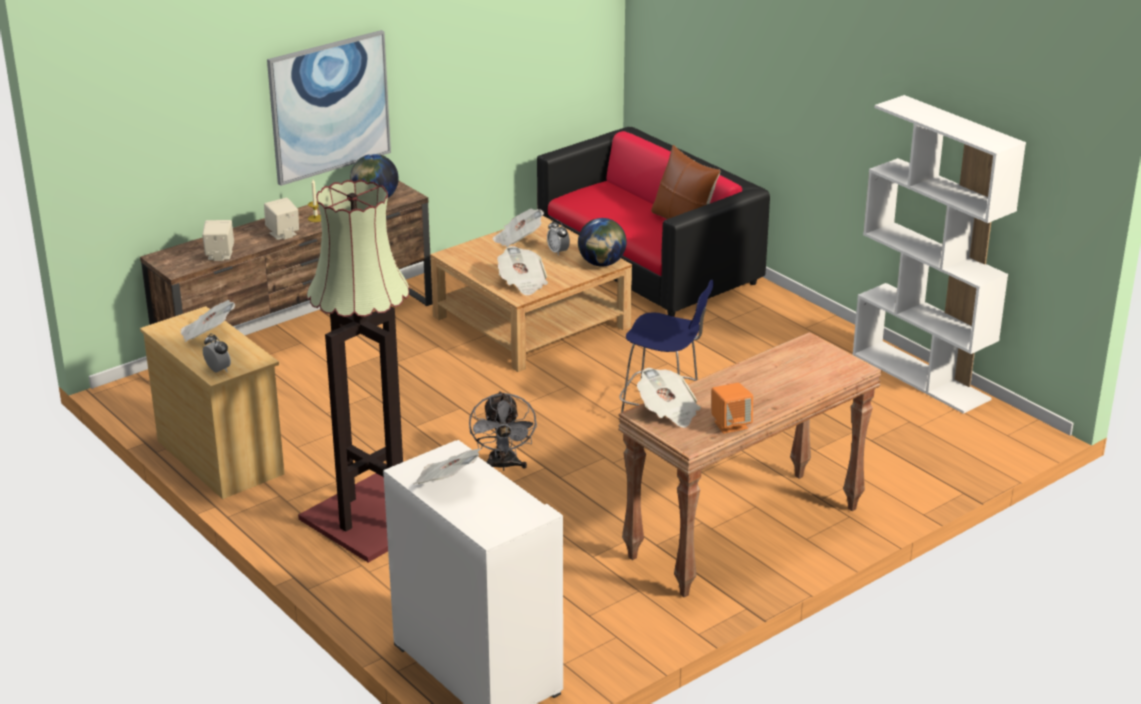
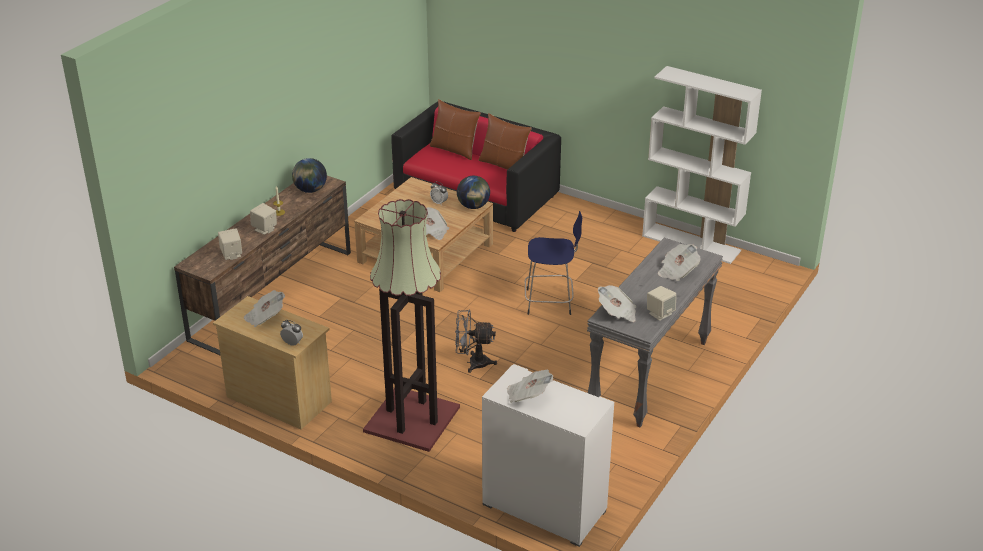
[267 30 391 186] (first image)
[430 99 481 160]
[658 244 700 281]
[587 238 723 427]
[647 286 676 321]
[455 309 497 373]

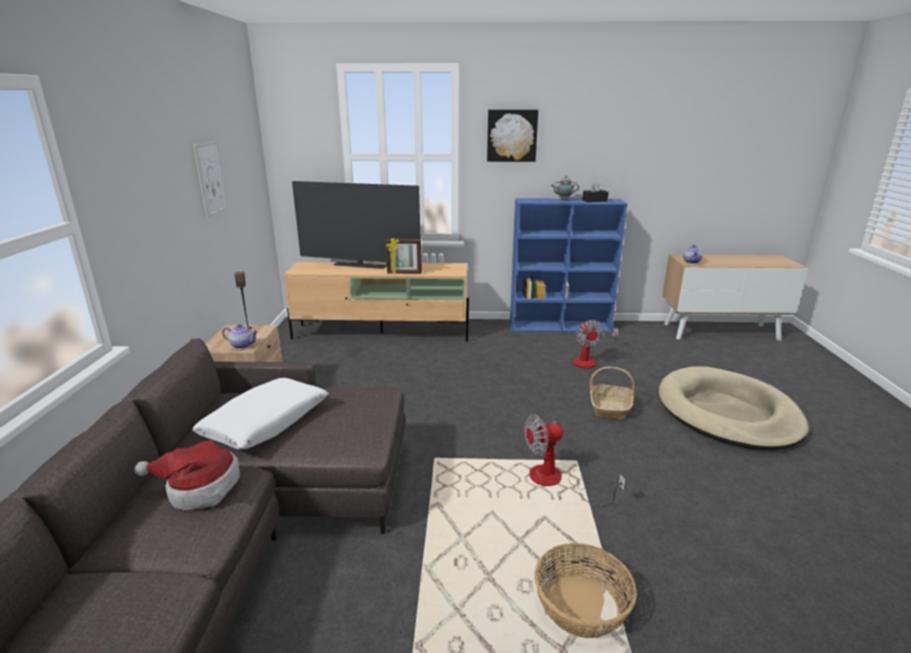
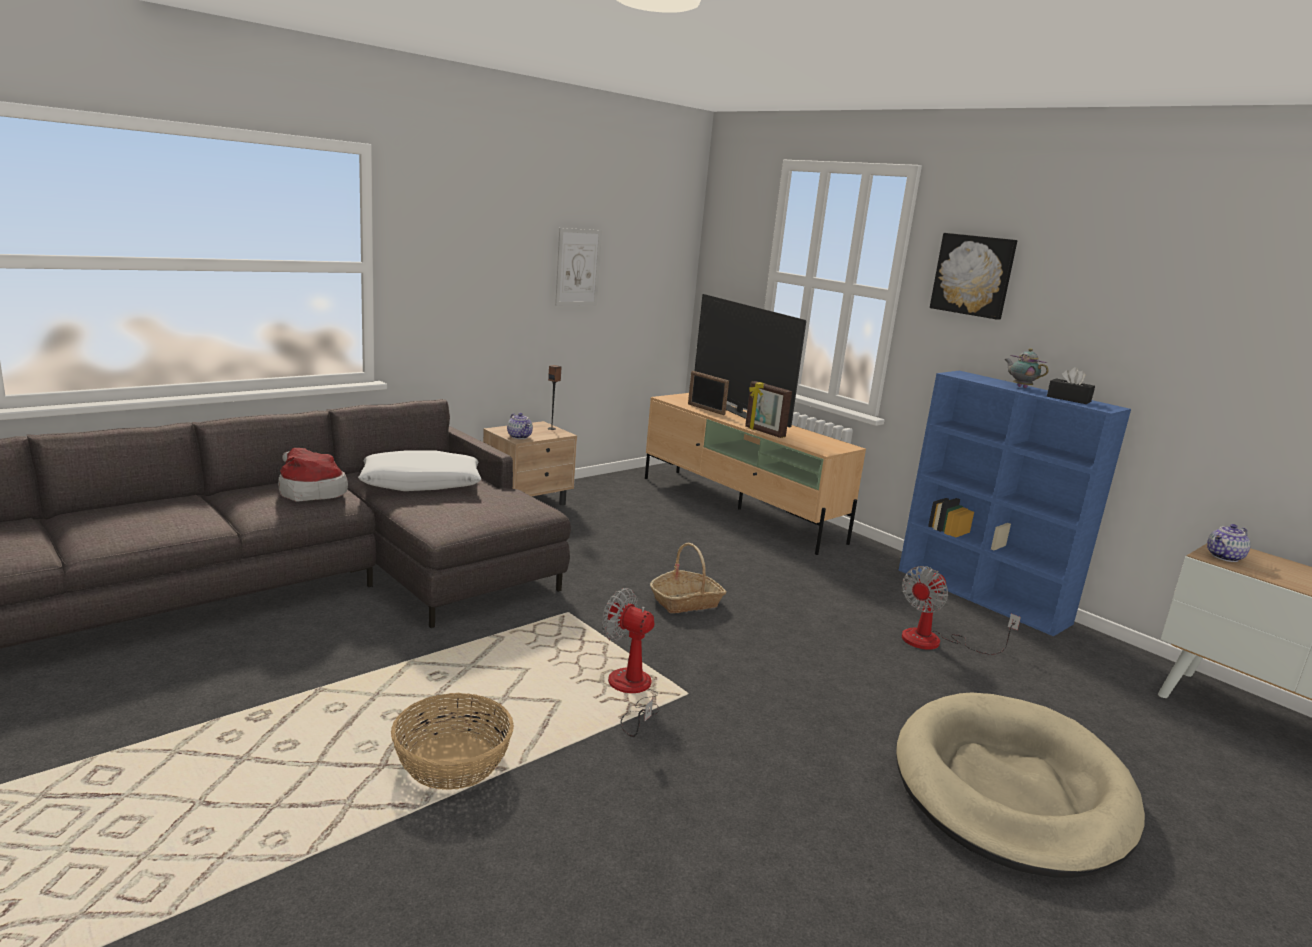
[688 371 729 415]
[650 542 726 613]

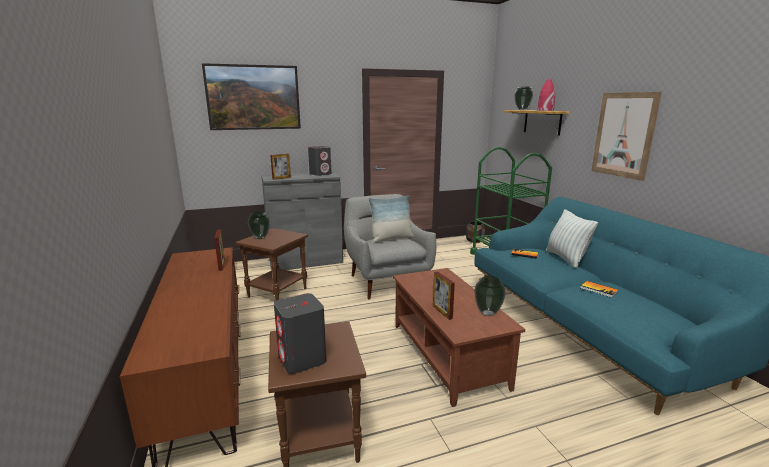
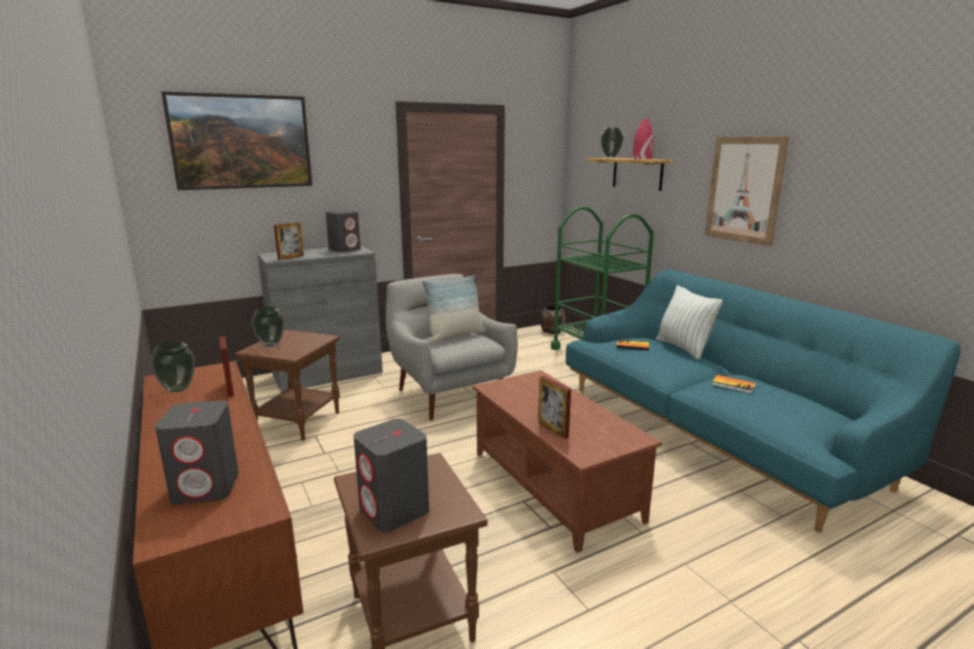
[155 401 239 505]
[150 341 195 393]

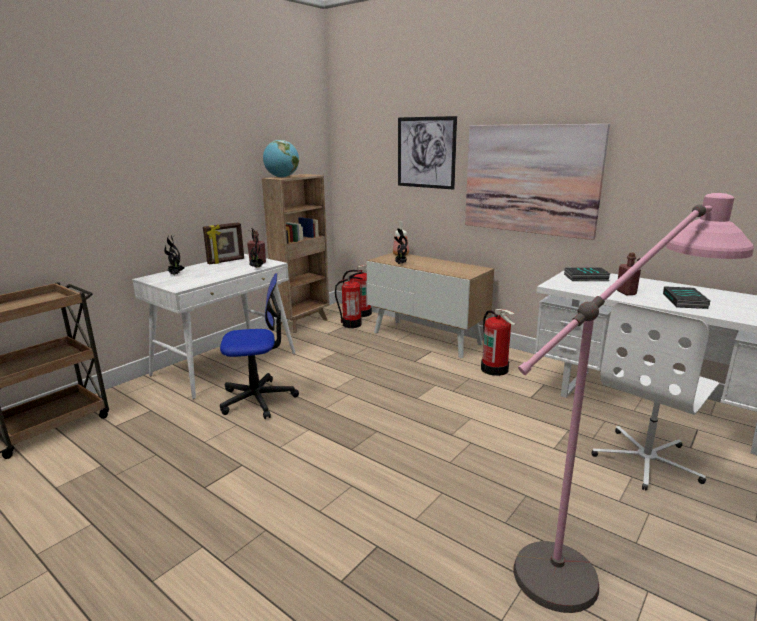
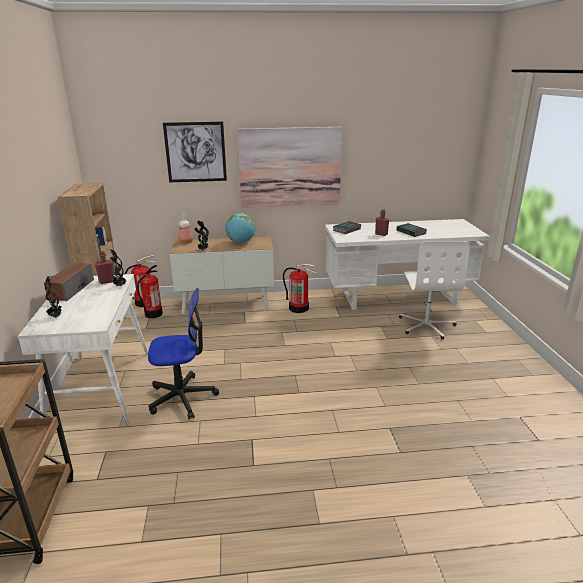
[514 193 754 613] (first image)
[225 213 255 243]
[44 263 94 301]
[148 288 219 419]

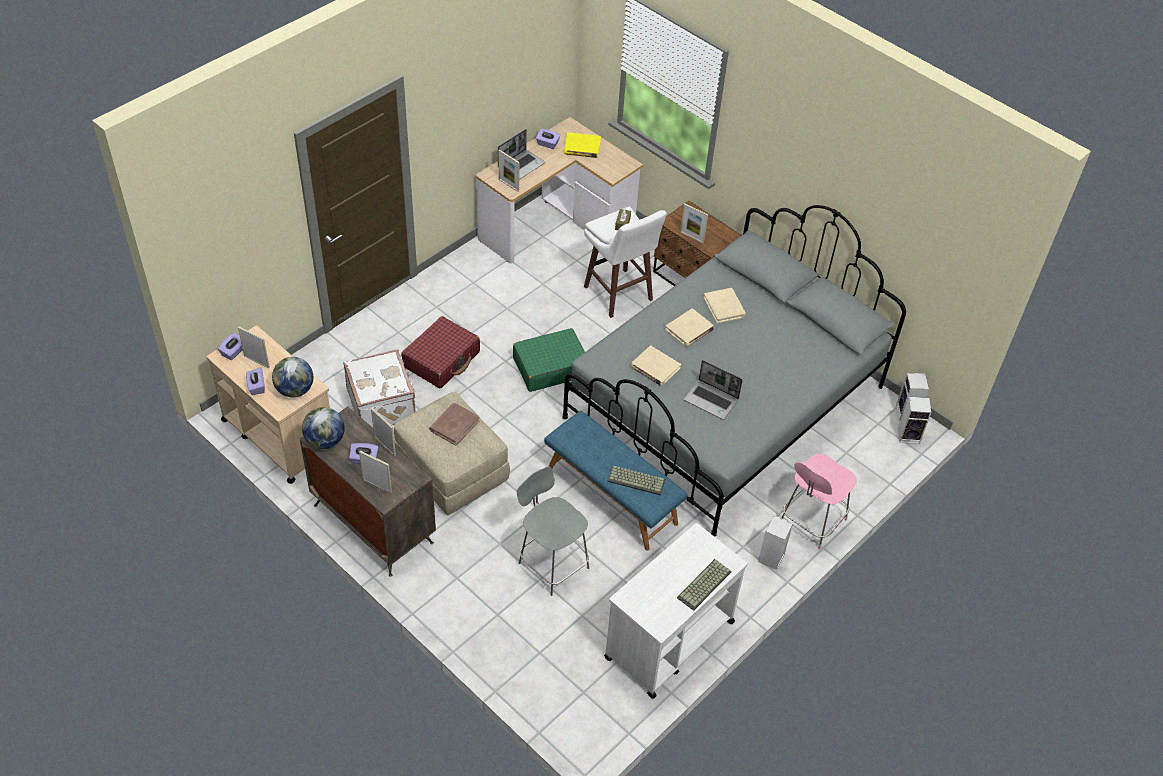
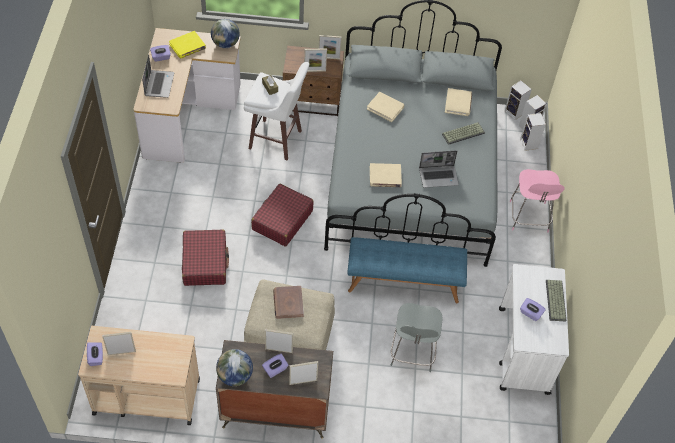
[343 349 416 427] (first image)
[520 298 546 321]
[211 19 240 48]
[319 35 341 59]
[442 122 485 145]
[445 88 472 116]
[520 113 546 151]
[251 184 314 246]
[391 303 443 372]

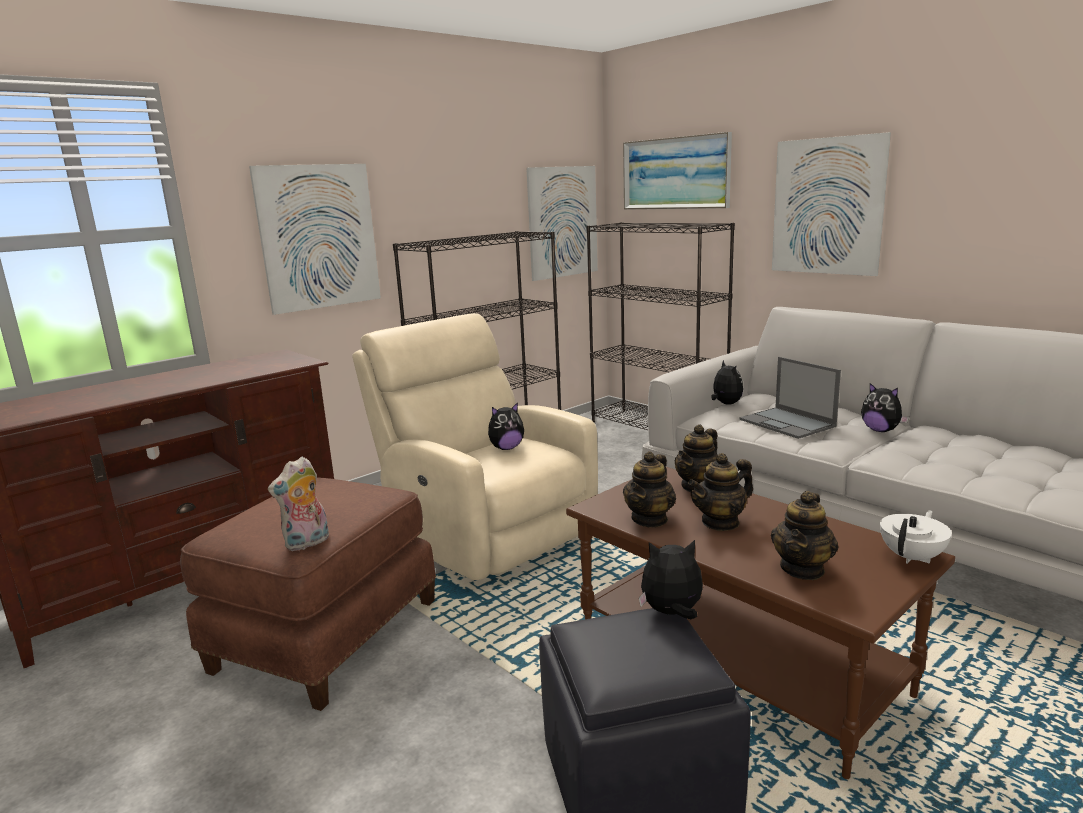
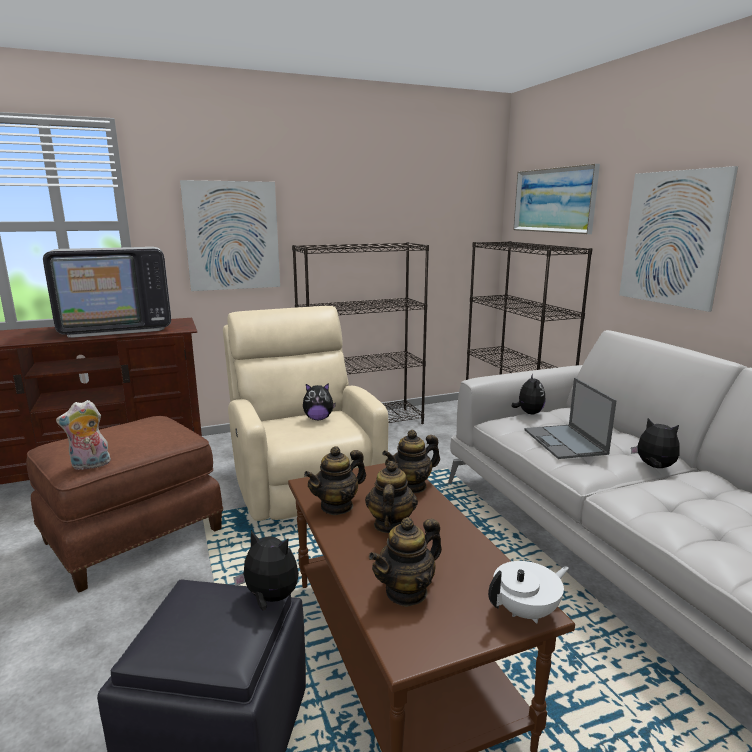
[526 166 598 281] (first image)
[43 247 171 338]
[365 461 418 533]
[631 418 680 468]

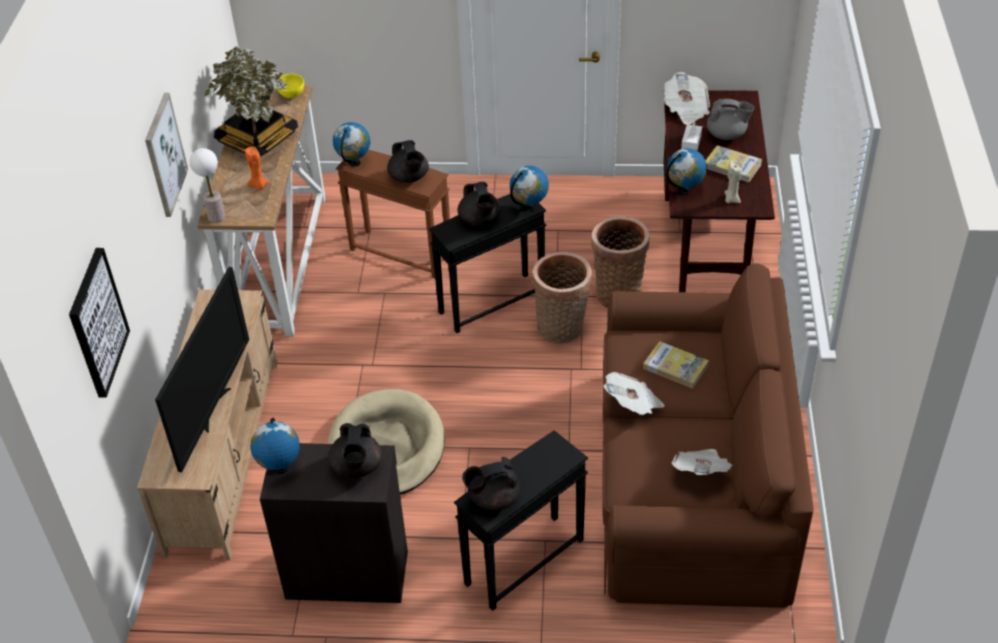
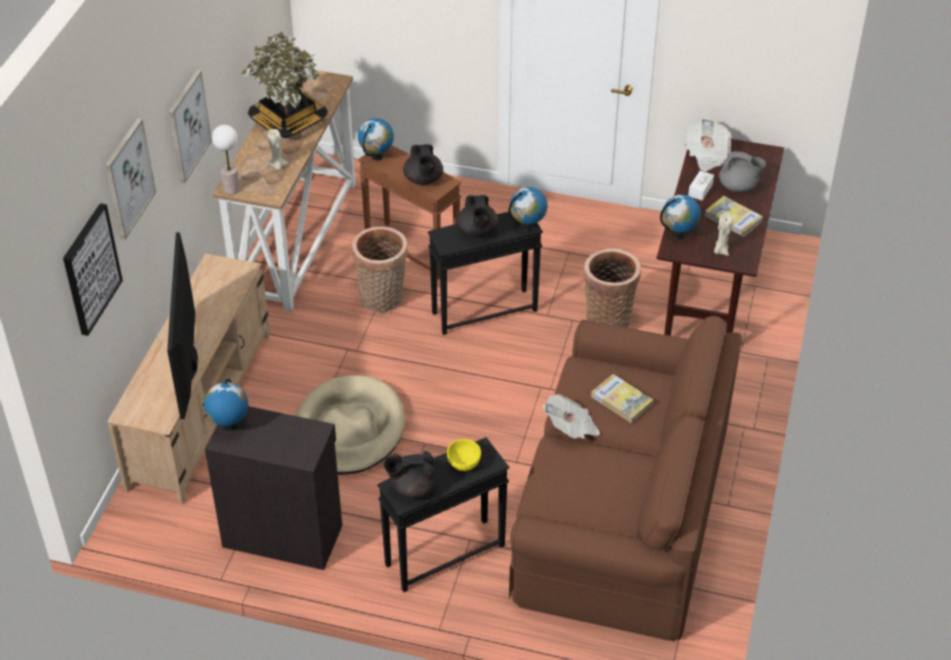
[328 423 382 478] (first image)
[672 449 733 475] (first image)
[105 118 156 240]
[447 439 481 471]
[352 226 408 313]
[267 129 288 170]
[167 232 198 419]

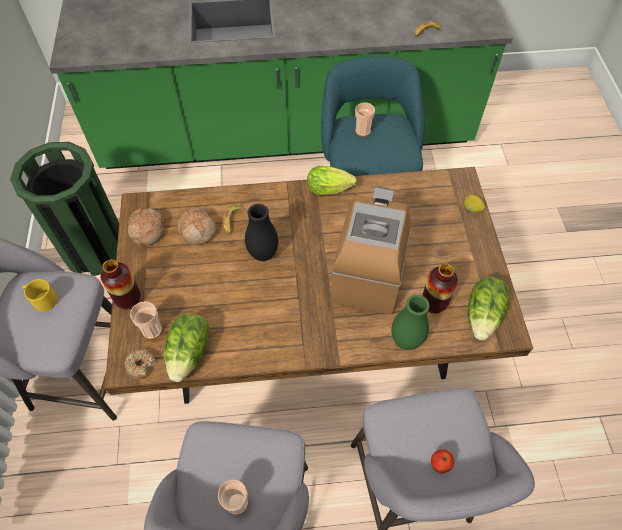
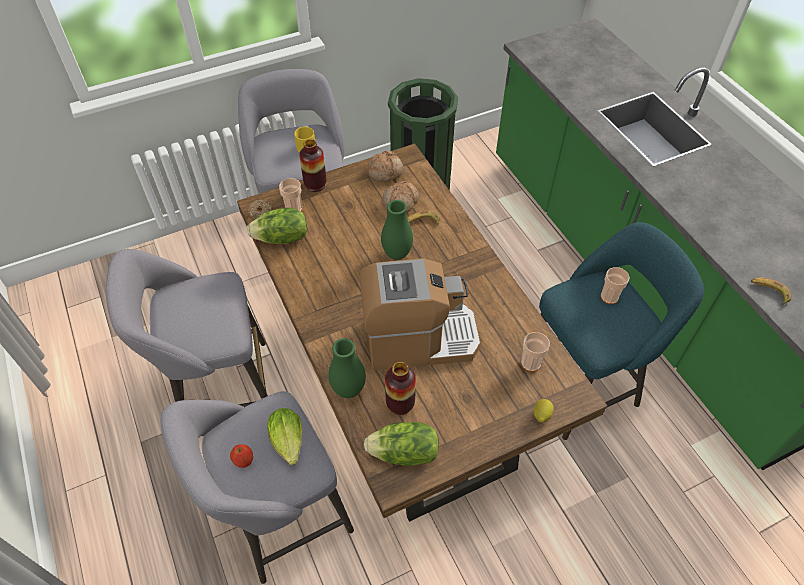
[521 332 550 372]
[267 408 302 465]
[381 200 413 260]

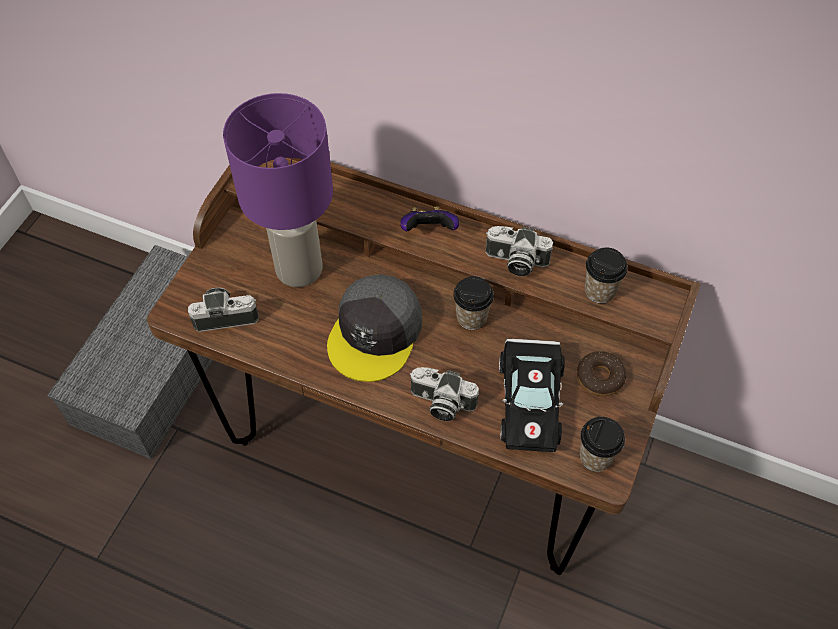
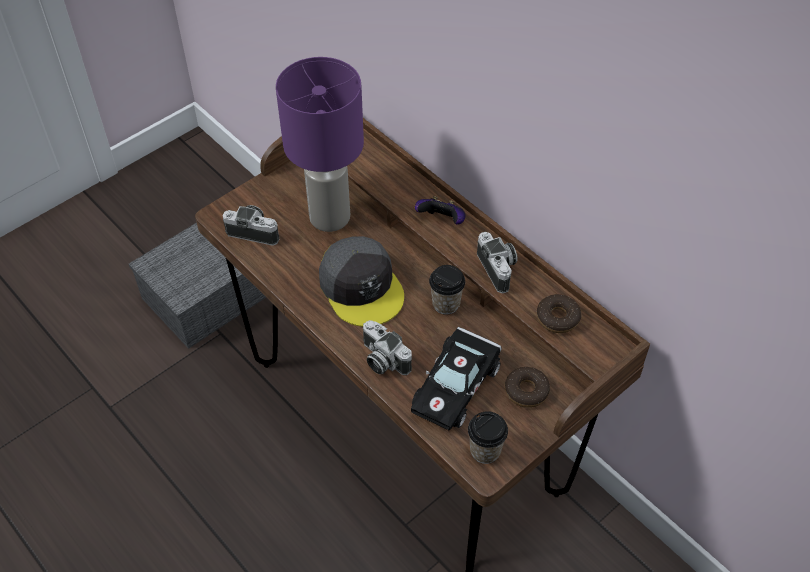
[537 294 581 333]
[319 236 404 327]
[477 232 517 293]

